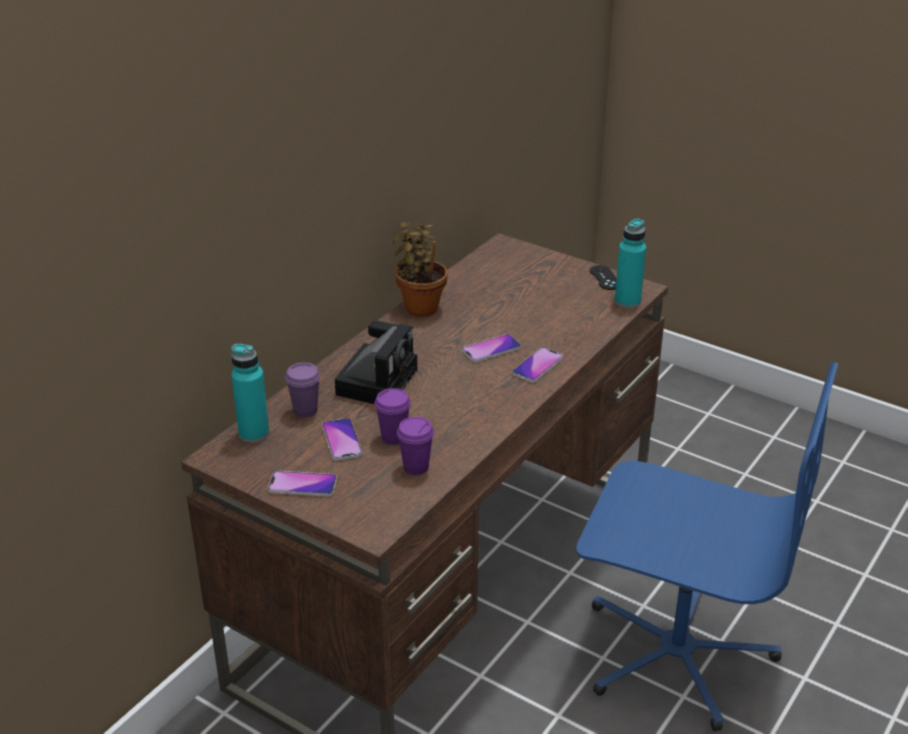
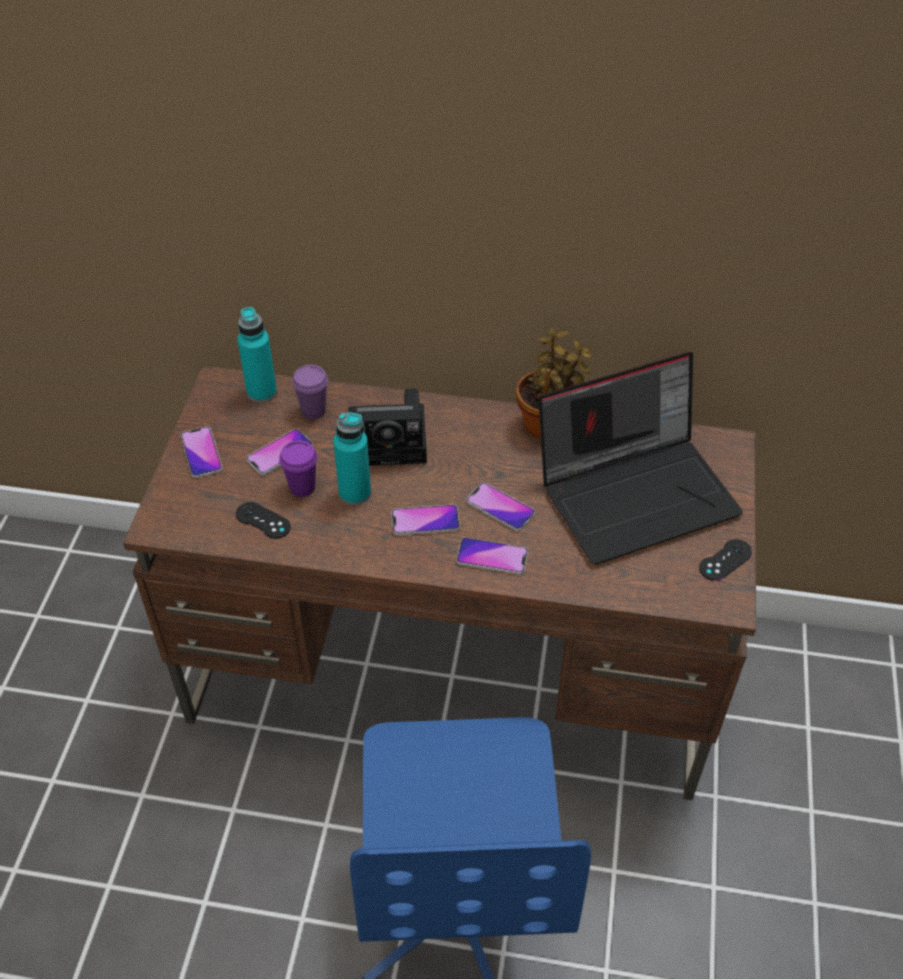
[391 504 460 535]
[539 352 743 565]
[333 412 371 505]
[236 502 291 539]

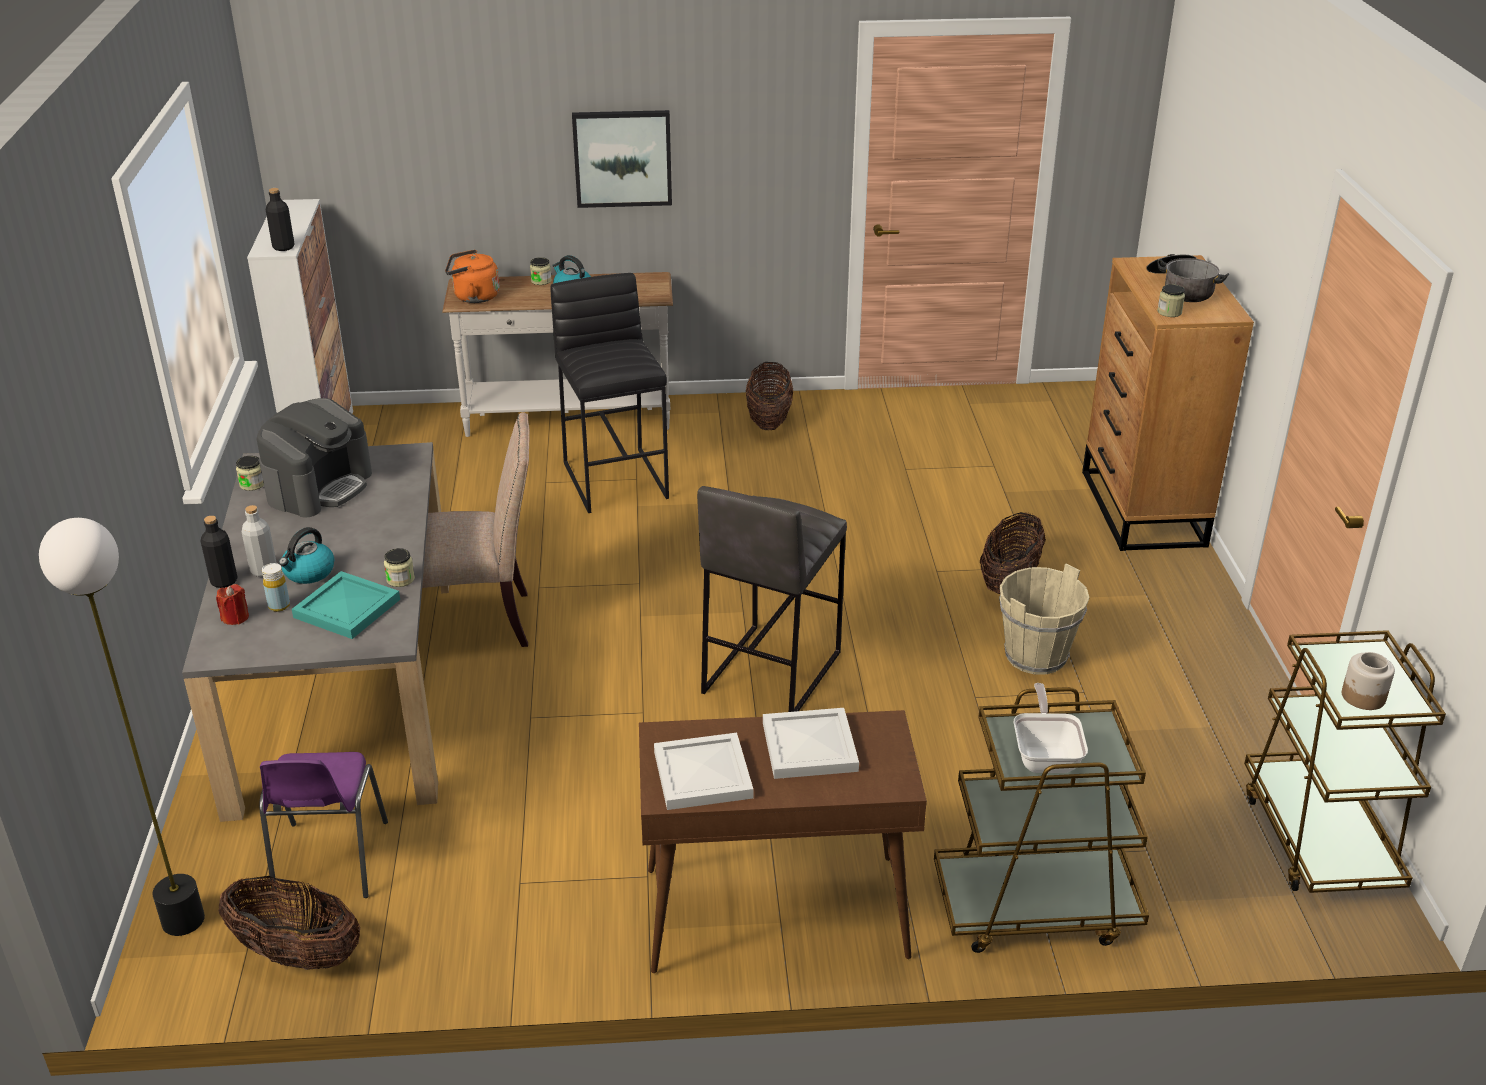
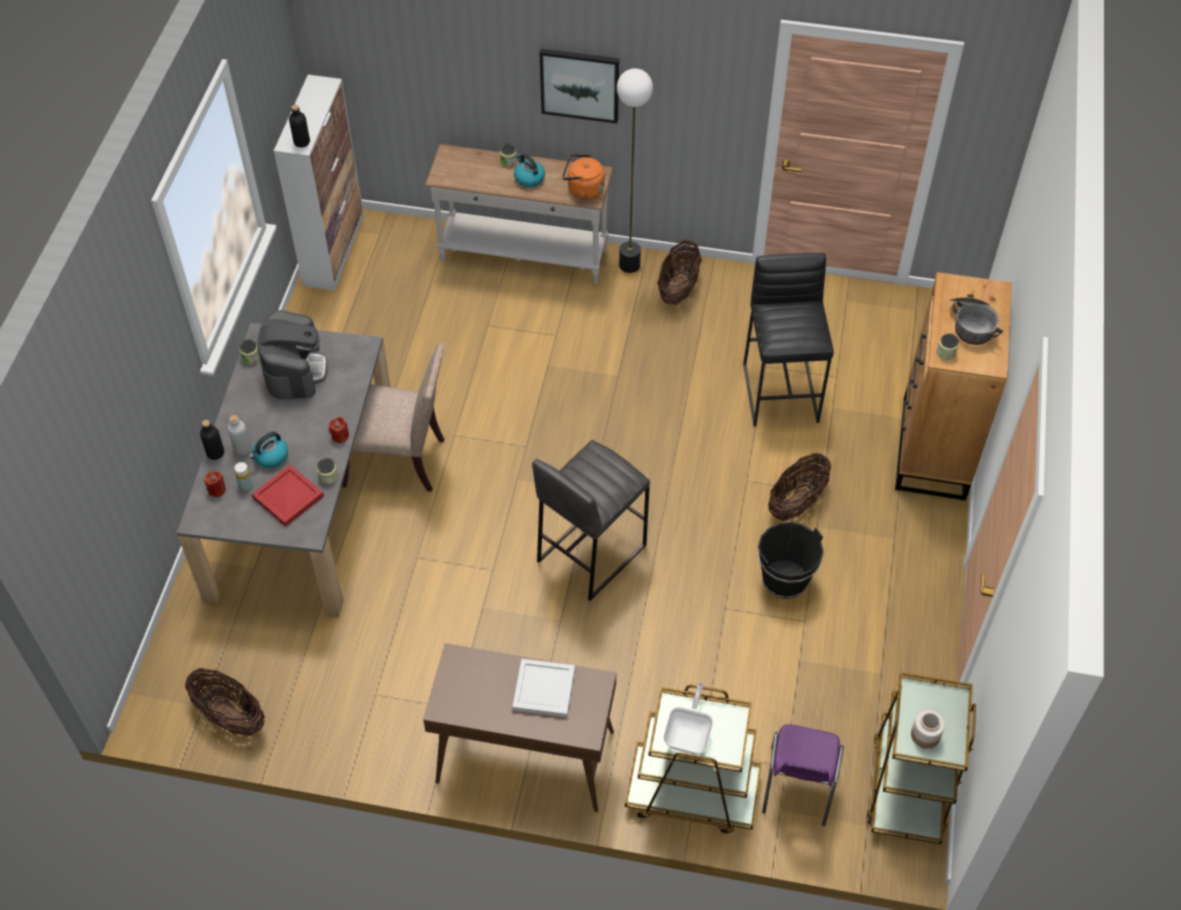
[654 733 753 810] (first image)
[329 417 349 444]
[617 68 653 273]
[762 724 844 826]
[563 154 605 200]
[743 253 834 427]
[252 465 324 527]
[758 522 824 599]
[257 310 328 400]

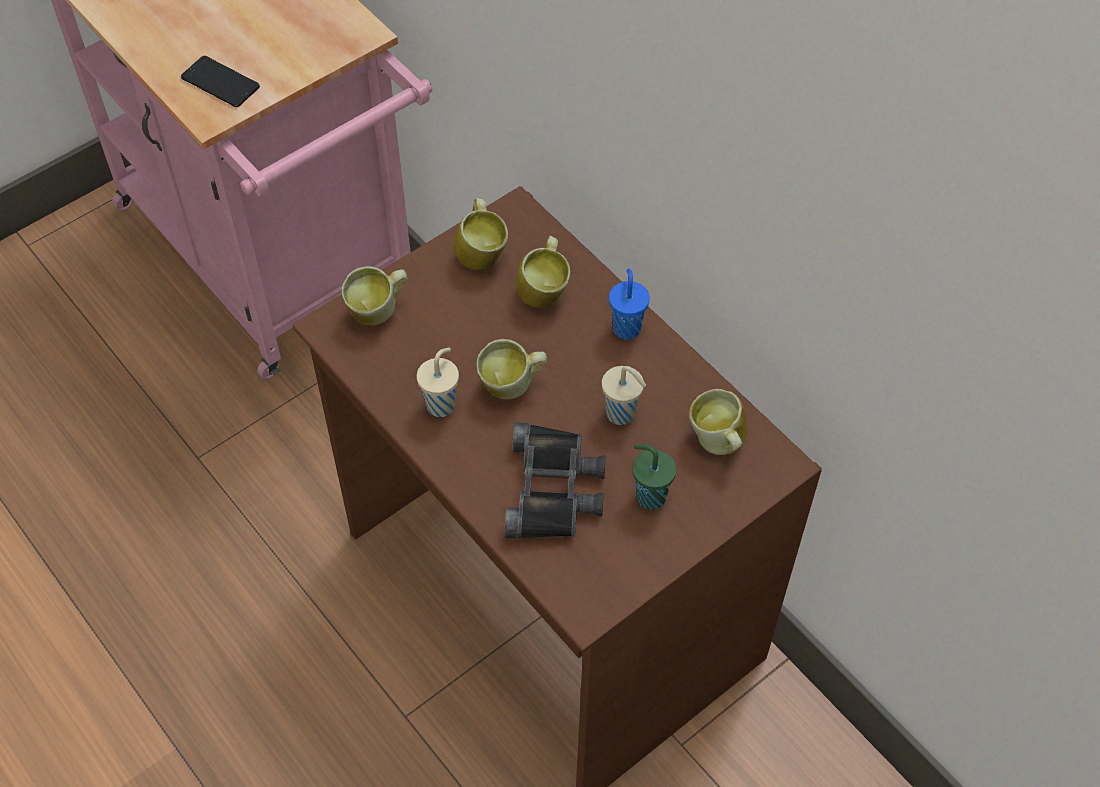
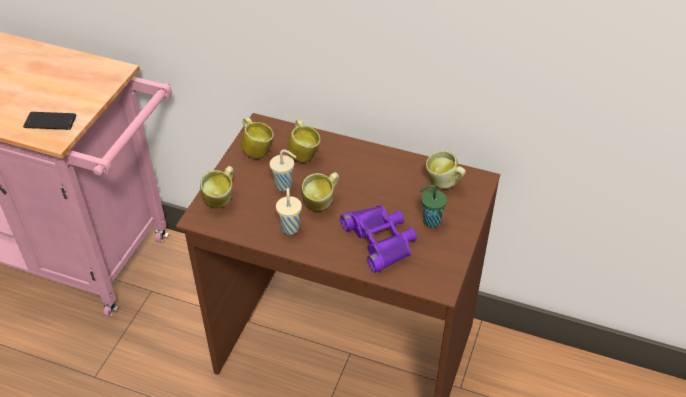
[609 268 650 340] (first image)
[270 149 296 192]
[340 205 417 273]

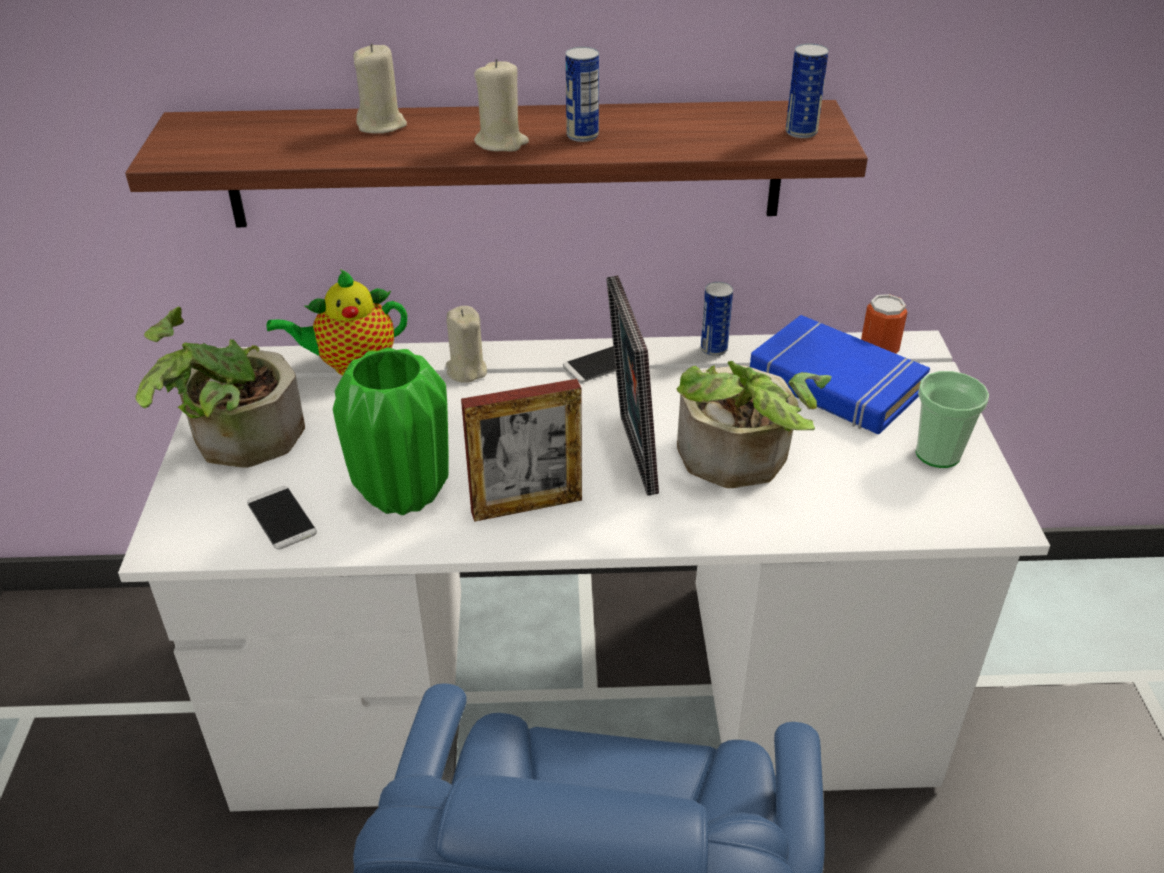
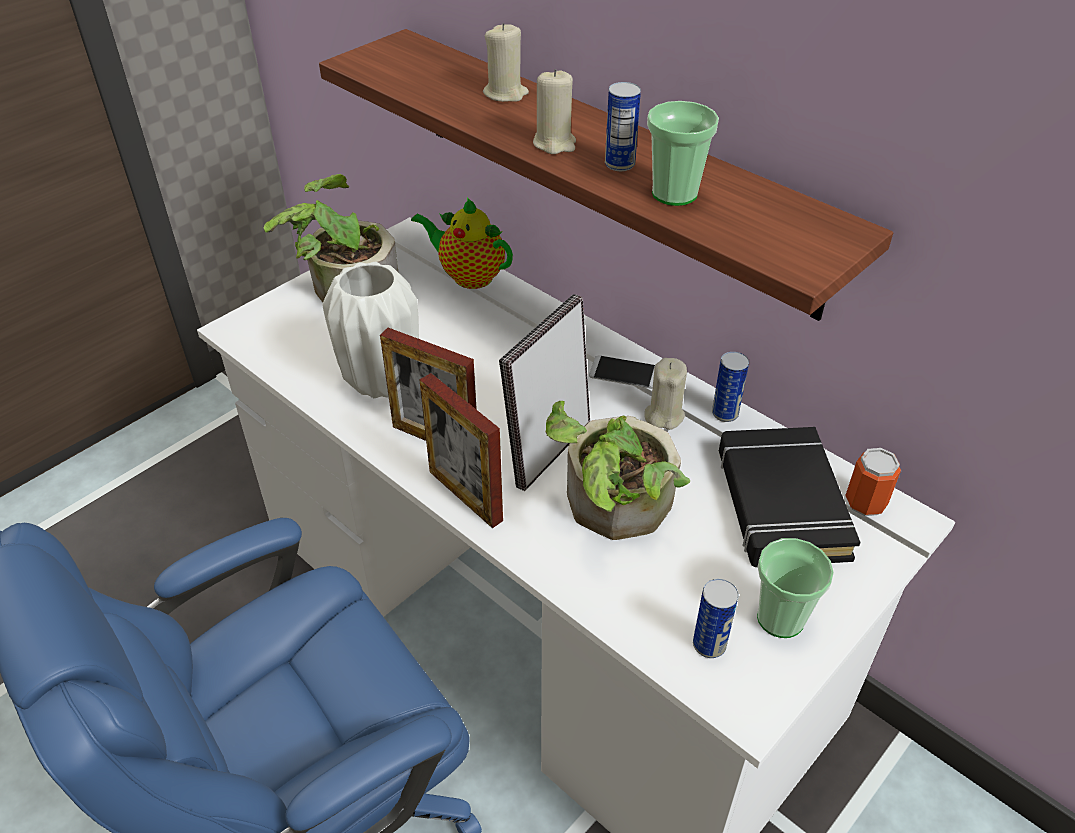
[247 486 317 550] (first image)
[419 373 503 528]
[647 101 719 206]
[644 358 687 430]
[693 579 738 658]
[322 262 419 398]
[719 427 861 567]

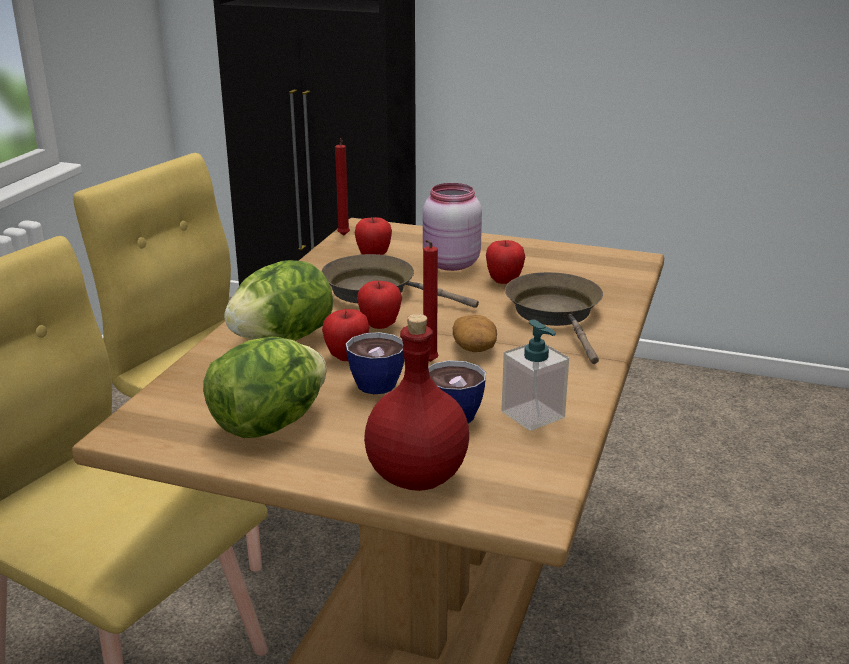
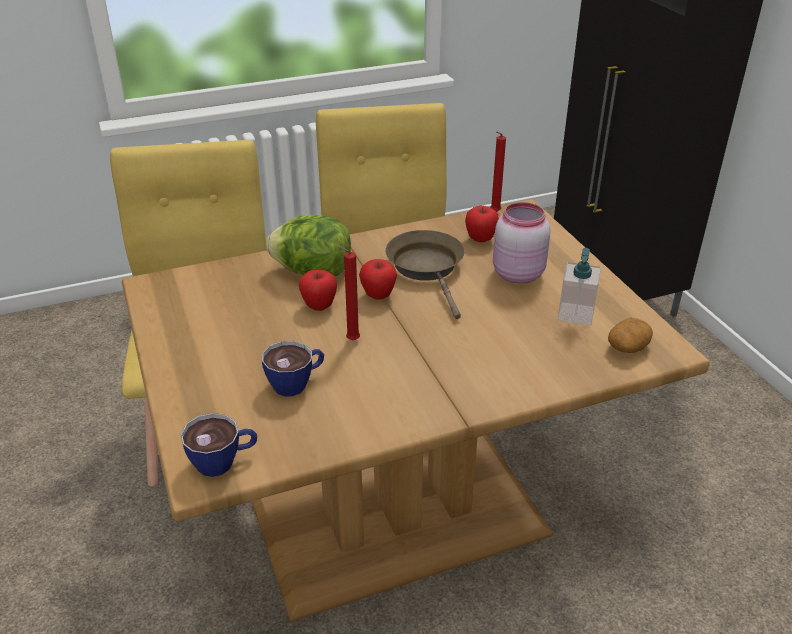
[203 337 327 438] (first image)
[364 314 469 491] (first image)
[486 240 525 284] (first image)
[505 272 603 364] (first image)
[181 413 257 477]
[608 317 653 353]
[558 248 601 326]

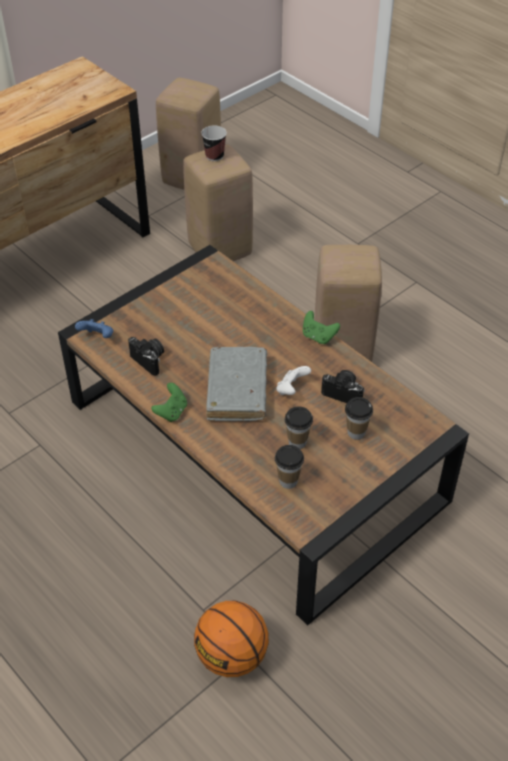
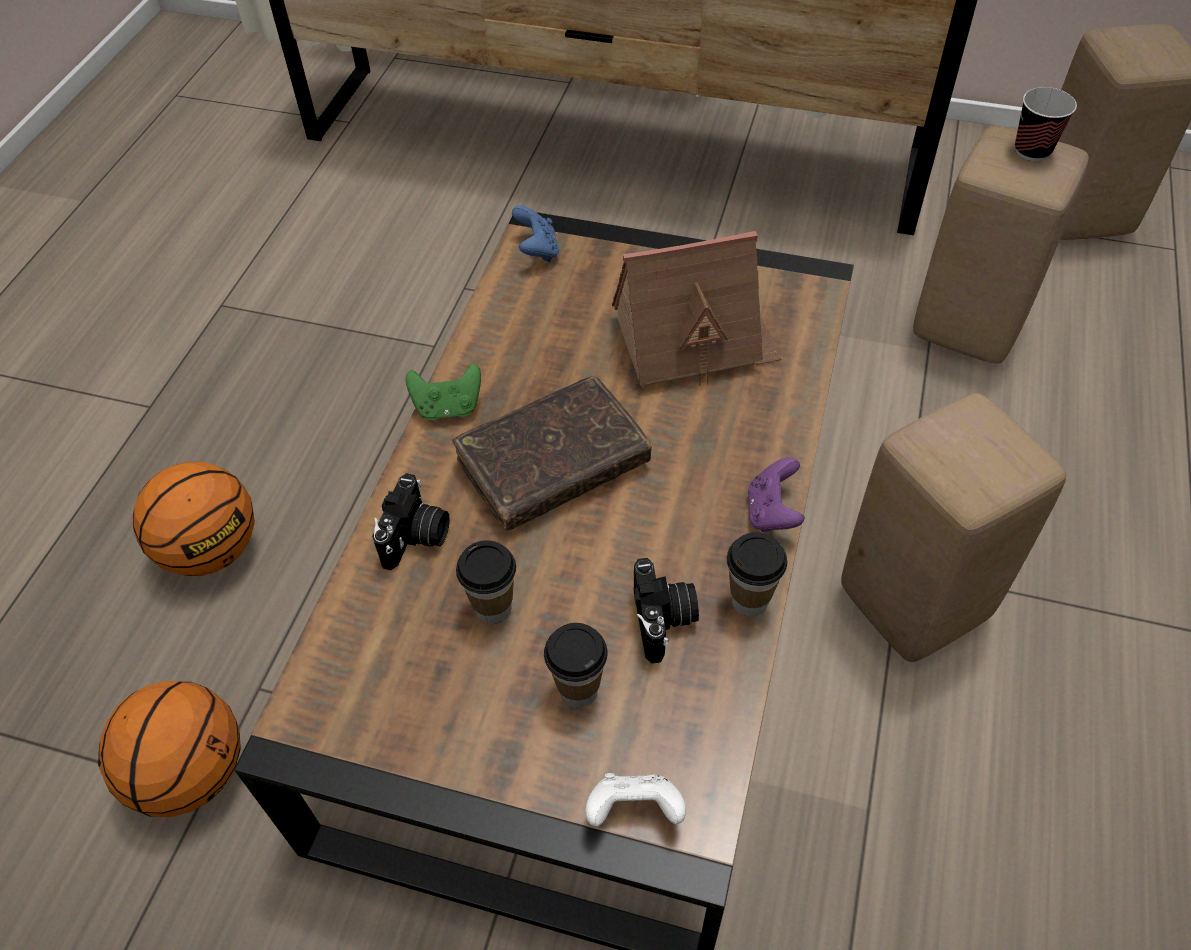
[132 462 255 576]
[612 231 782 387]
[372 473 450 570]
[727 532 787 616]
[585 773 686 827]
[452 376 652 531]
[748 457 804 532]

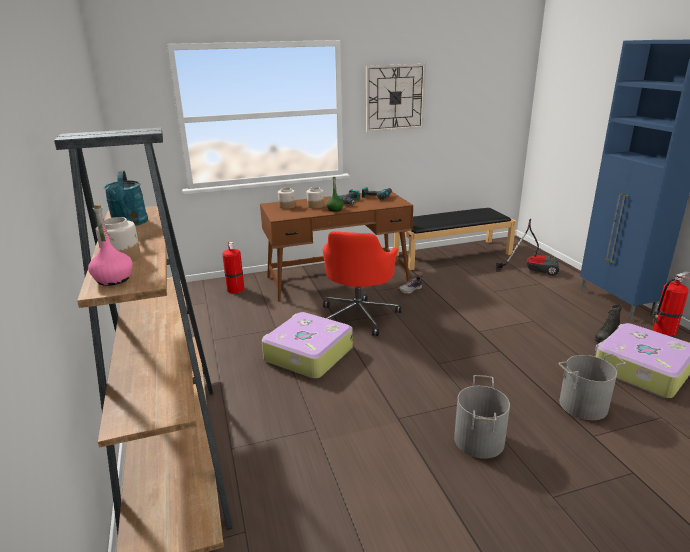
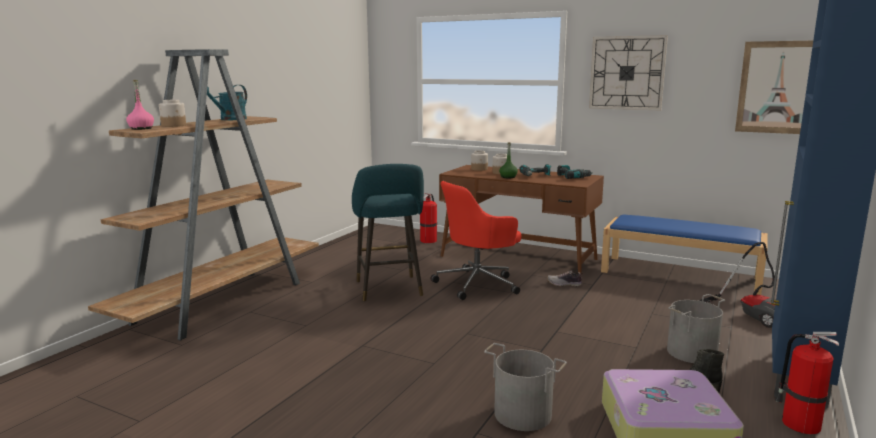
[735 41 813 134]
[667 294 725 363]
[352 164 424 301]
[601 215 768 295]

